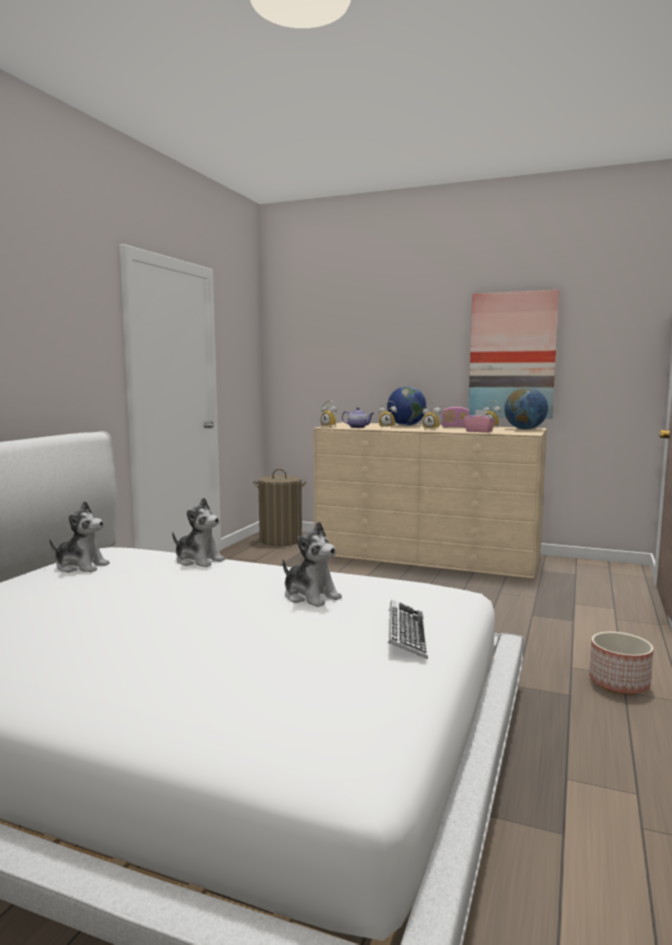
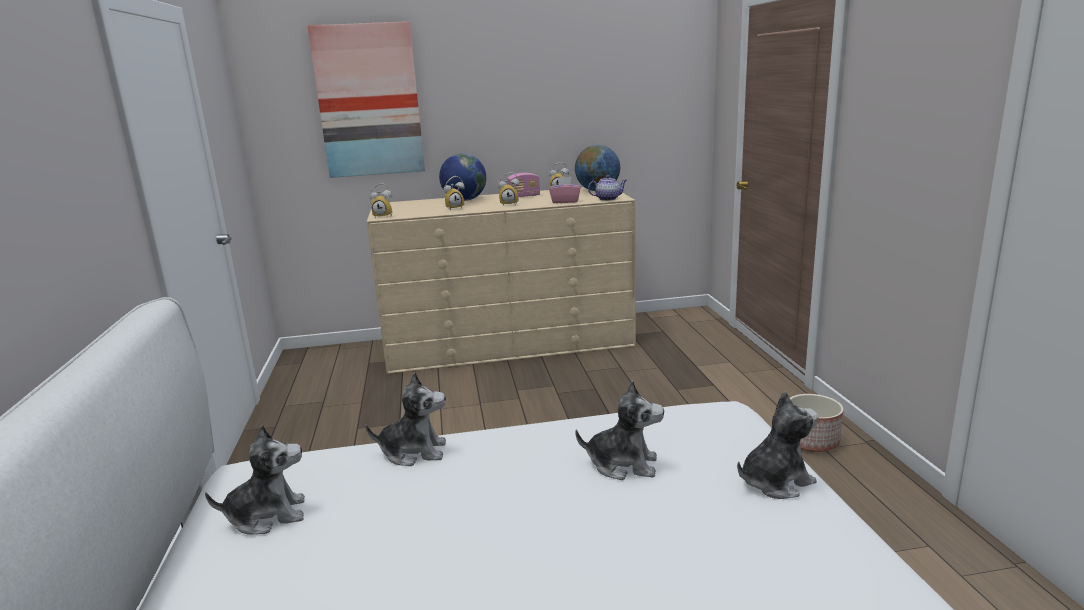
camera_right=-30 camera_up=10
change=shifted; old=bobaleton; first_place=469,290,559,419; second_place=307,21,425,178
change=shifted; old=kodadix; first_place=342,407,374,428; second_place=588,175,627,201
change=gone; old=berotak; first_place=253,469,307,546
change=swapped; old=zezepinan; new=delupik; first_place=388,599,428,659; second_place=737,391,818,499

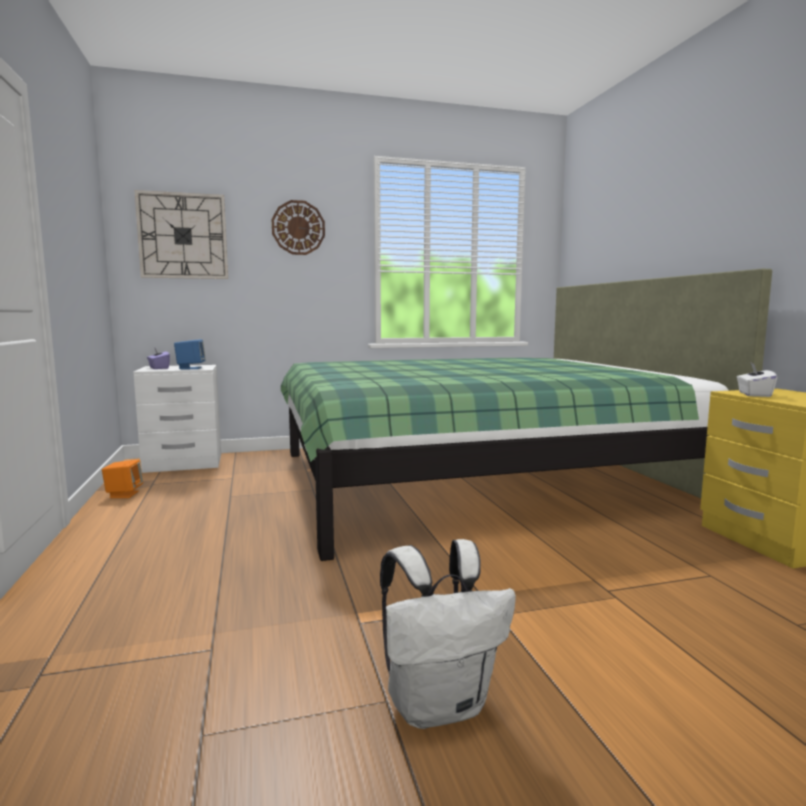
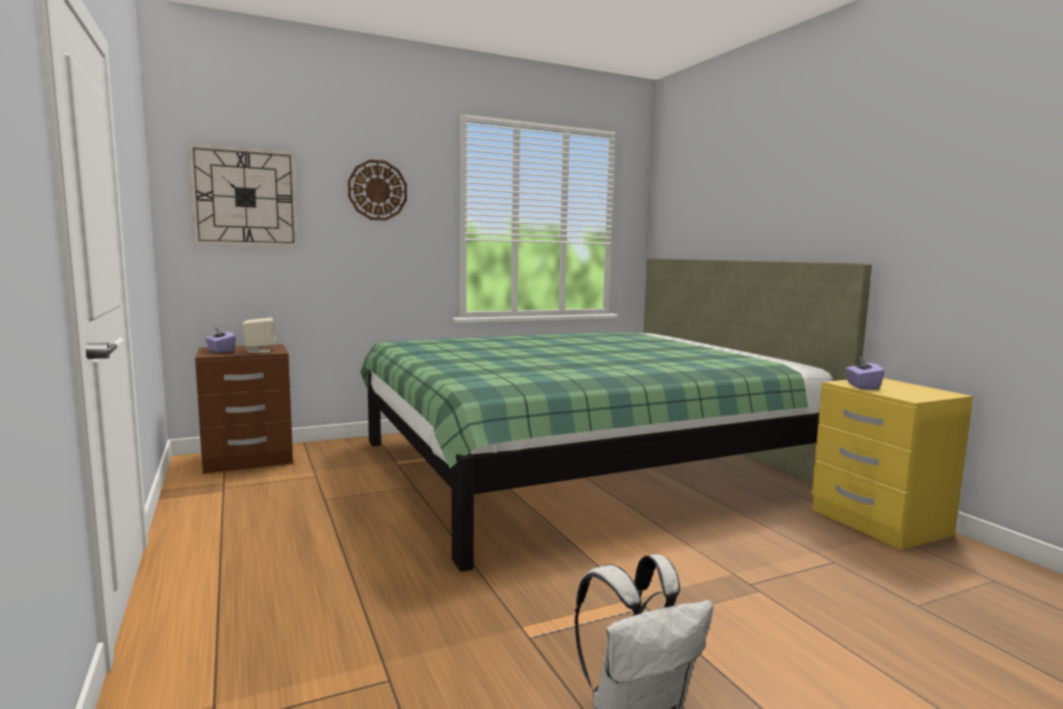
camera_right=-10 camera_up=0
change=repainted; old=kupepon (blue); new=kupepon (beige); first_place=174,339,206,369; second_place=242,318,276,353
change=repainted; old=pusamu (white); new=pusamu (purple); first_place=737,363,777,397; second_place=845,356,885,390
change=repainted; old=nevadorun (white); new=nevadorun (brown); first_place=133,365,221,473; second_place=195,344,293,474
change=gone; old=kupepon (orange); first_place=102,460,143,498

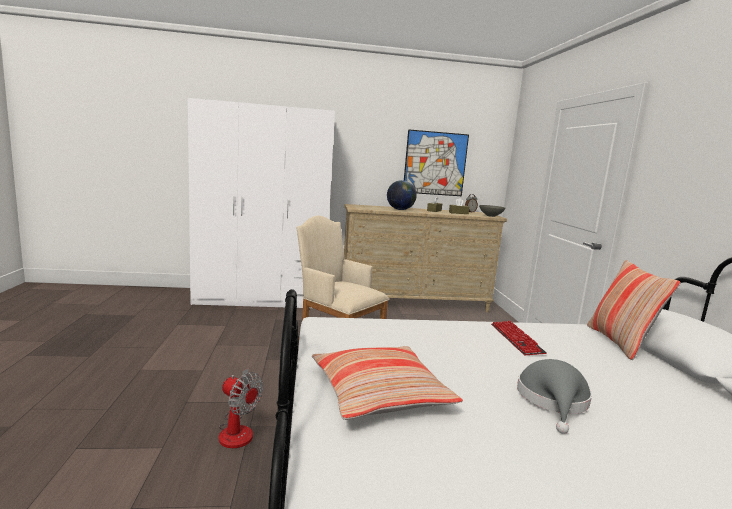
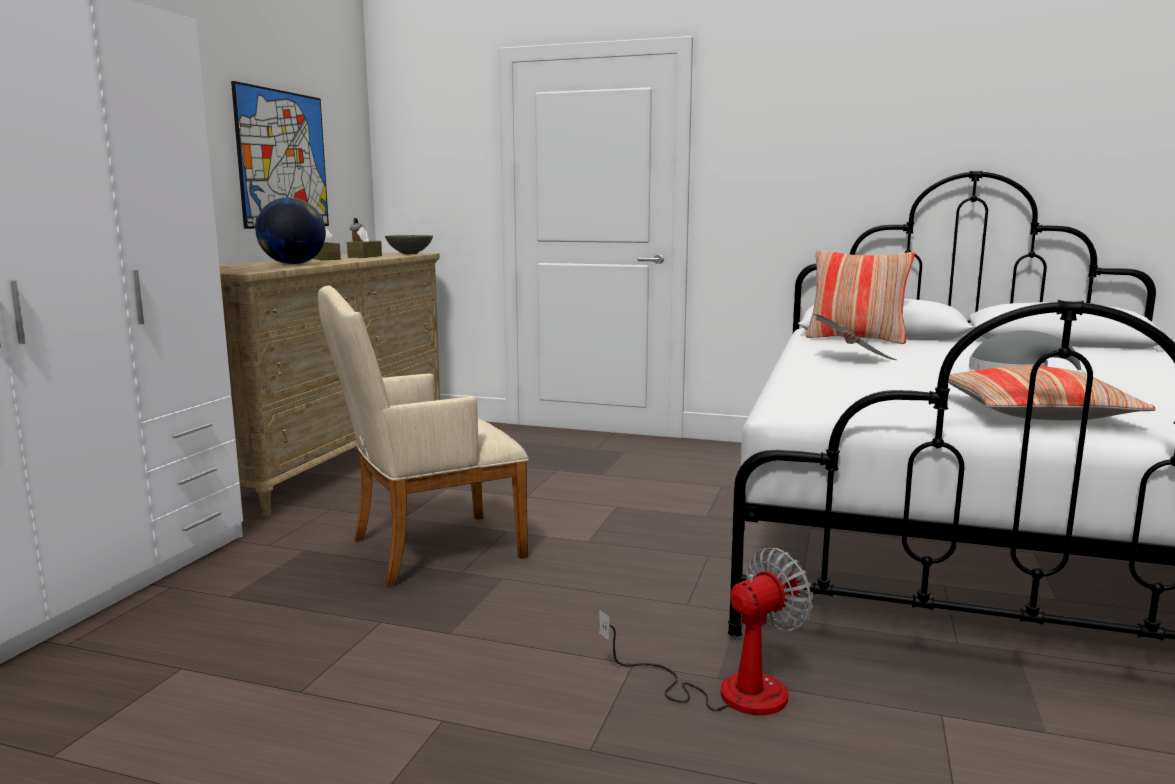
camera_right=-65 camera_up=0
change=swapped; old=zezepinan; new=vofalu; first_place=491,321,547,355; second_place=813,314,897,360

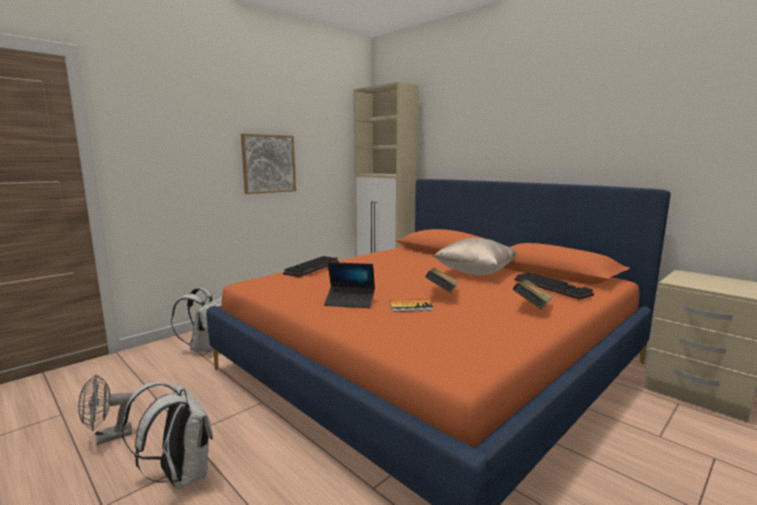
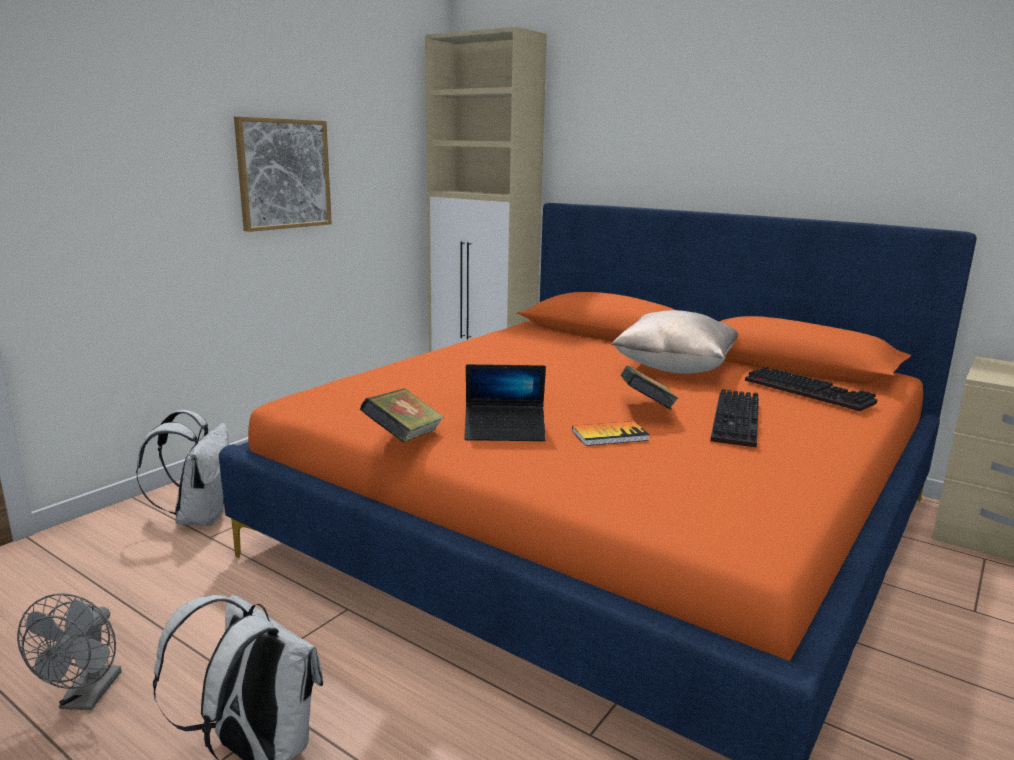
camera_right=-10 camera_up=5
change=shifted; old=zezepinan; first_place=283,256,339,277; second_place=710,389,759,448
change=shifted; old=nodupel; first_place=513,280,552,309; second_place=360,388,444,443
change=rotated; old=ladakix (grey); first_place=78,374,136,445; second_place=17,593,122,710; degrees=-45

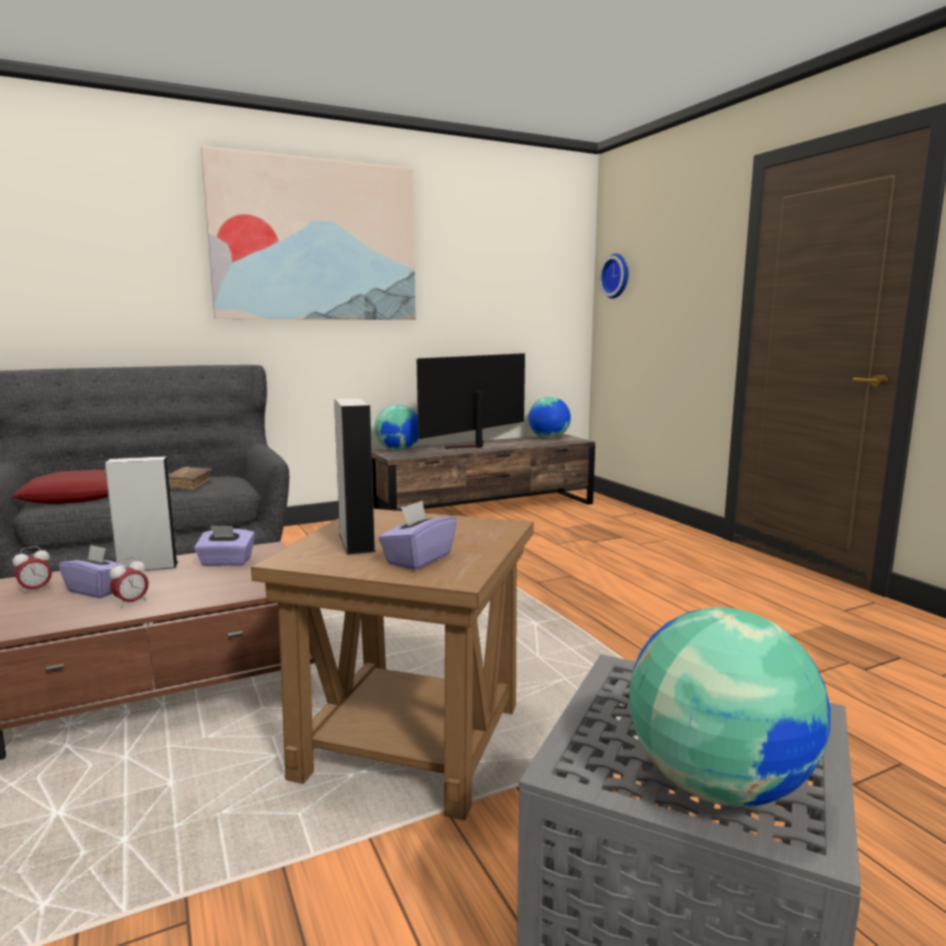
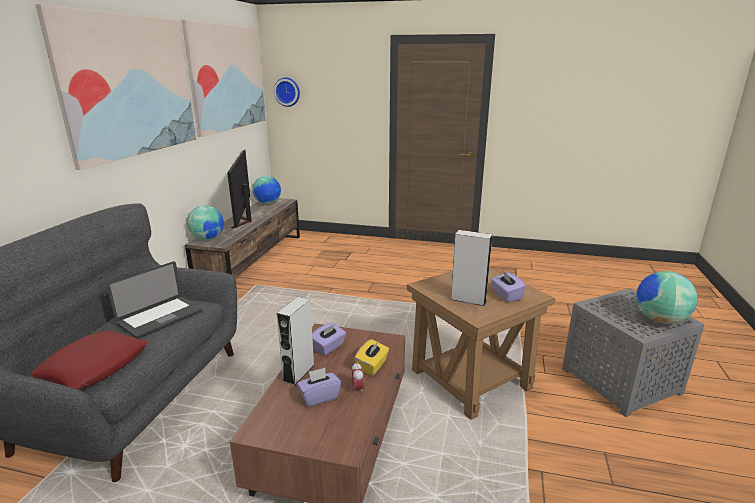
camera_right=-50 camera_up=10
change=swapped; old=nodupel (brown); new=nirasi; first_place=169,467,212,491; second_place=107,261,203,339
change=gone; old=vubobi; first_place=12,546,52,595
change=new; new=bobaleton; second_place=182,20,266,137
change=new; new=pusamu (yellow); second_place=354,339,389,376

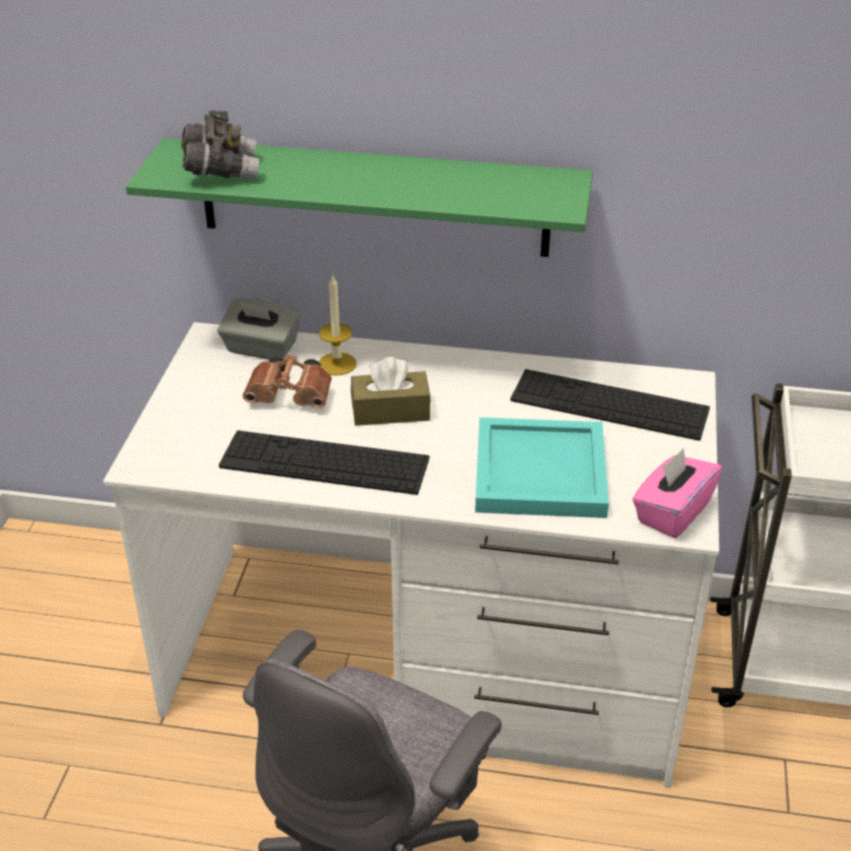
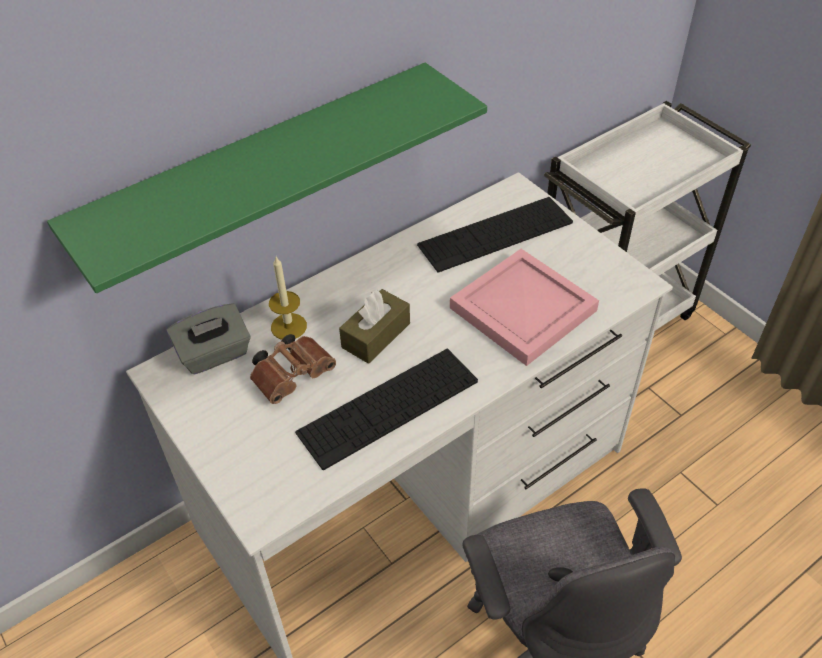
camera_right=-45 camera_up=10
change=gone; old=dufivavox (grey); first_place=181,110,259,180
change=repainted; old=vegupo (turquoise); new=vegupo (pink); first_place=475,417,609,518; second_place=450,249,599,366
change=gone; old=pusamu (pink); first_place=633,448,722,538

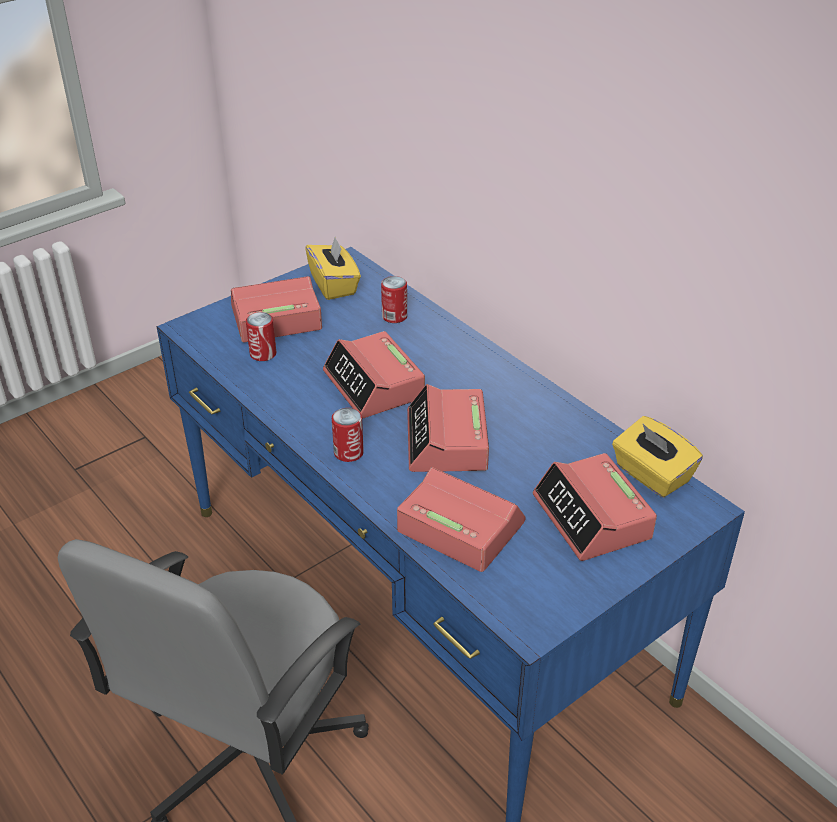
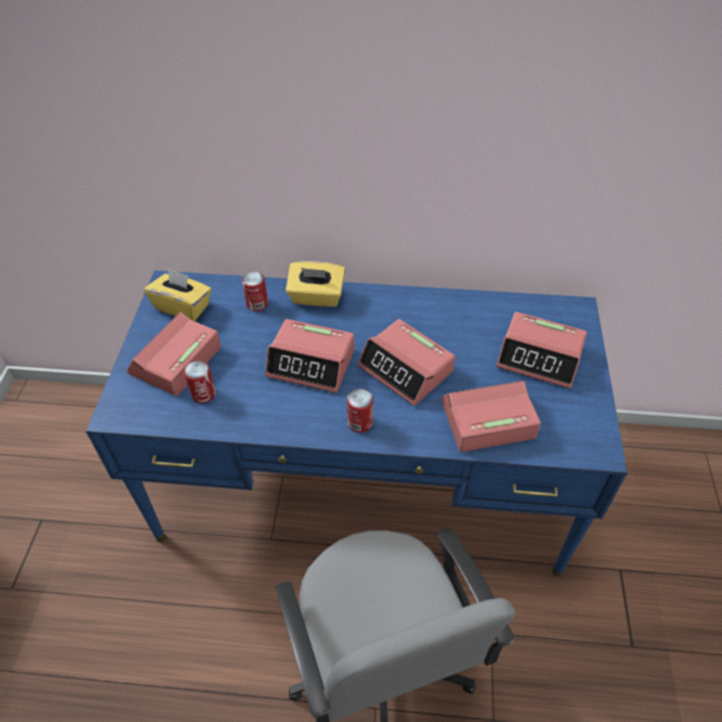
camera_right=-45 camera_up=10
change=shifted; old=pusamu (yellow); first_place=612,416,703,497; second_place=286,261,345,307

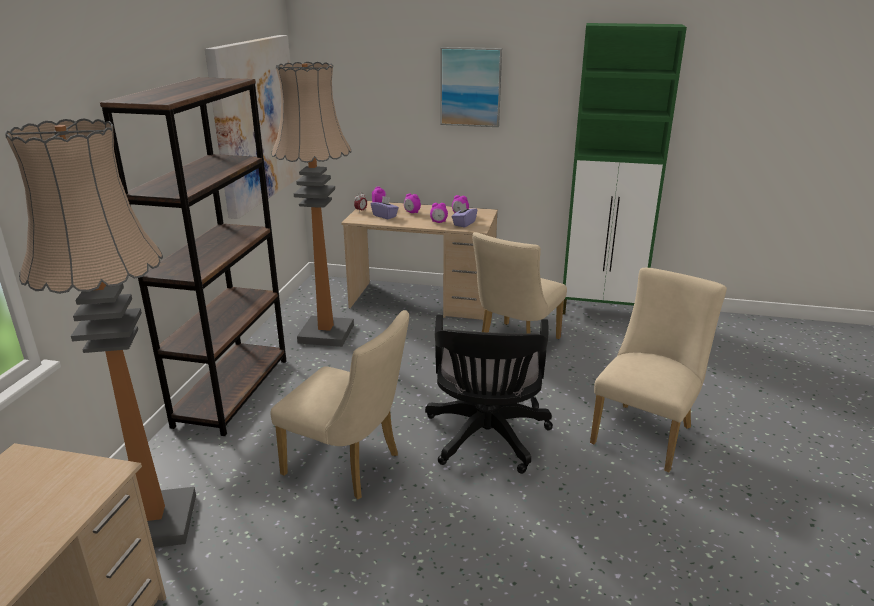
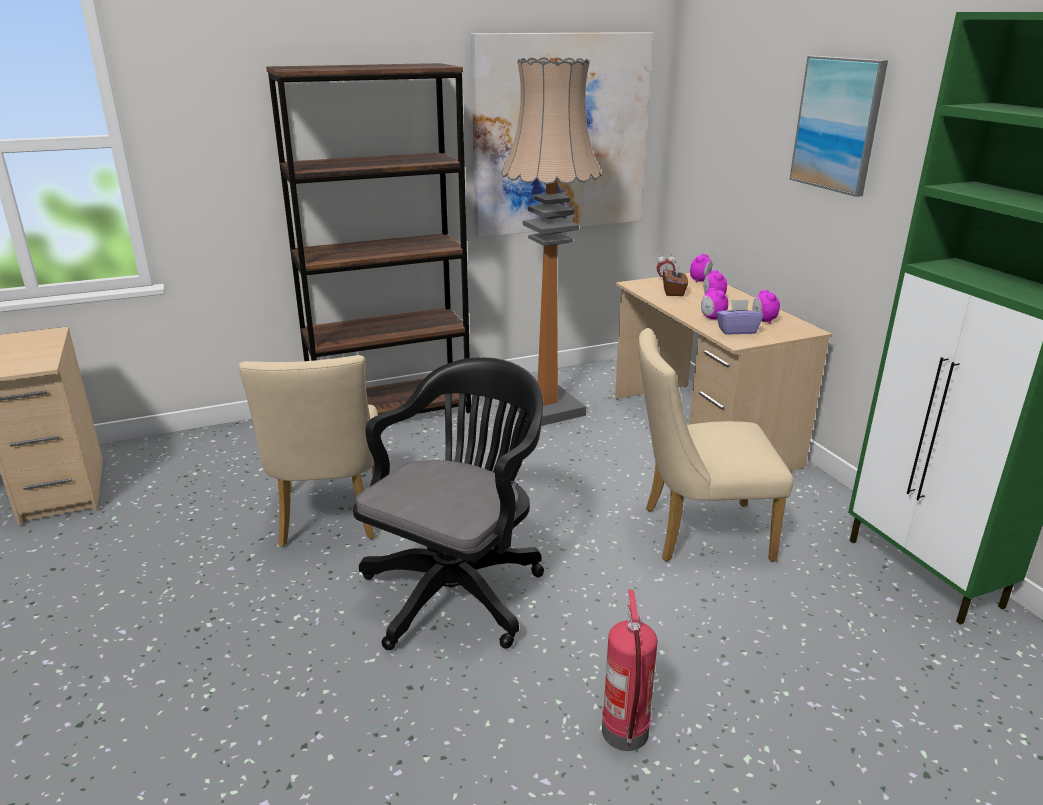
camera_right=55 camera_up=0
change=gone; old=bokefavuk; first_place=5,118,196,548
change=repainted; old=pusamu (purple); new=pusamu (brown); first_place=371,196,399,219; second_place=663,265,688,296
change=swapped; old=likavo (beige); new=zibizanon; first_place=590,268,727,472; second_place=602,590,657,751
change=rotated; old=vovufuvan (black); first_place=425,315,553,474; second_place=353,357,544,650; degrees=150

